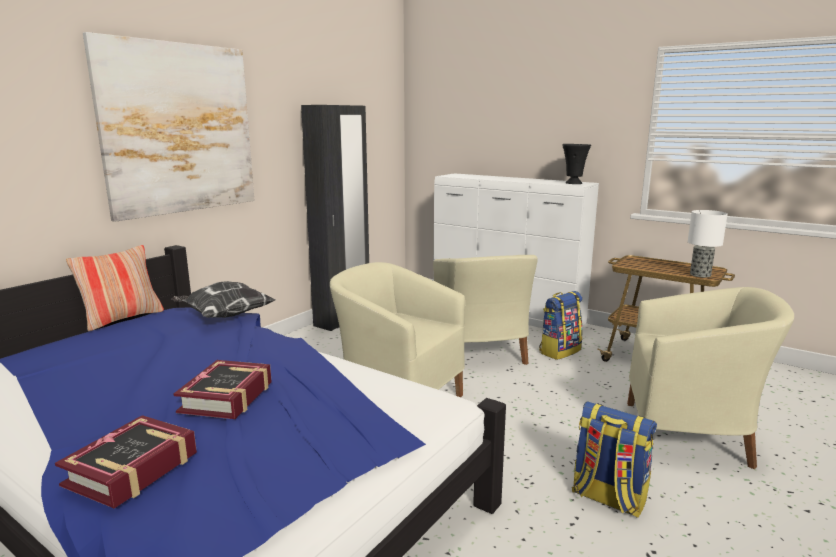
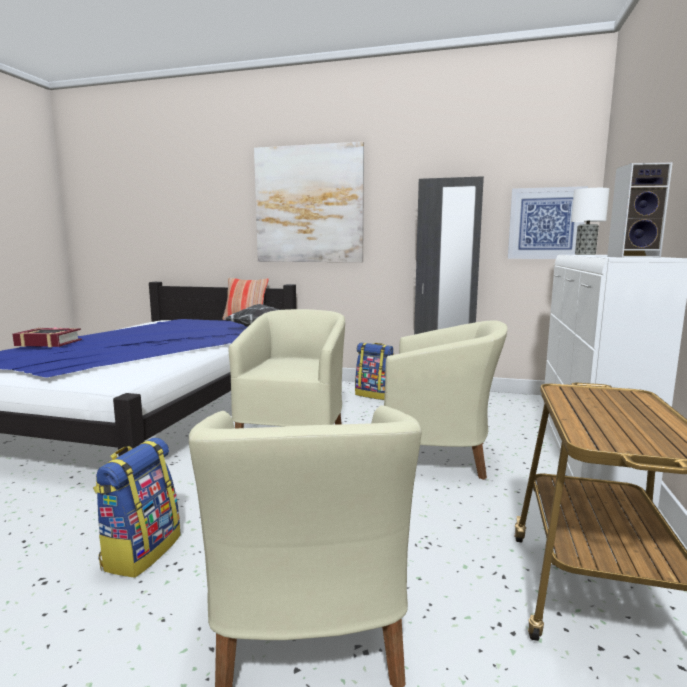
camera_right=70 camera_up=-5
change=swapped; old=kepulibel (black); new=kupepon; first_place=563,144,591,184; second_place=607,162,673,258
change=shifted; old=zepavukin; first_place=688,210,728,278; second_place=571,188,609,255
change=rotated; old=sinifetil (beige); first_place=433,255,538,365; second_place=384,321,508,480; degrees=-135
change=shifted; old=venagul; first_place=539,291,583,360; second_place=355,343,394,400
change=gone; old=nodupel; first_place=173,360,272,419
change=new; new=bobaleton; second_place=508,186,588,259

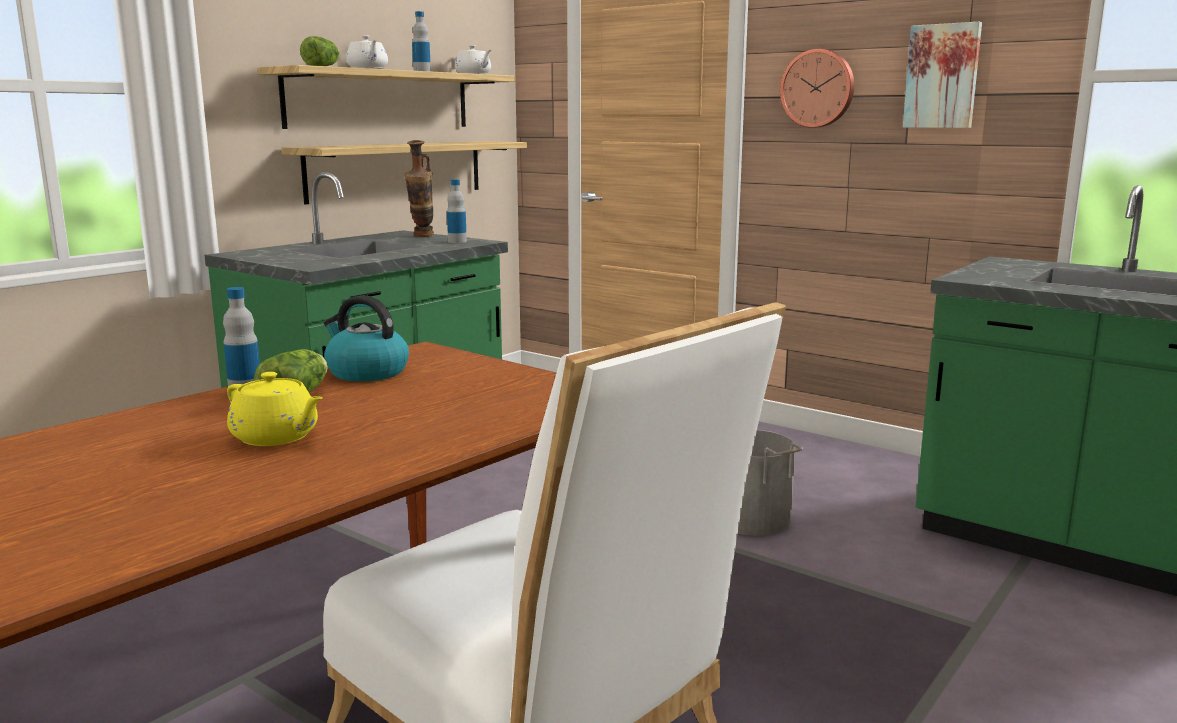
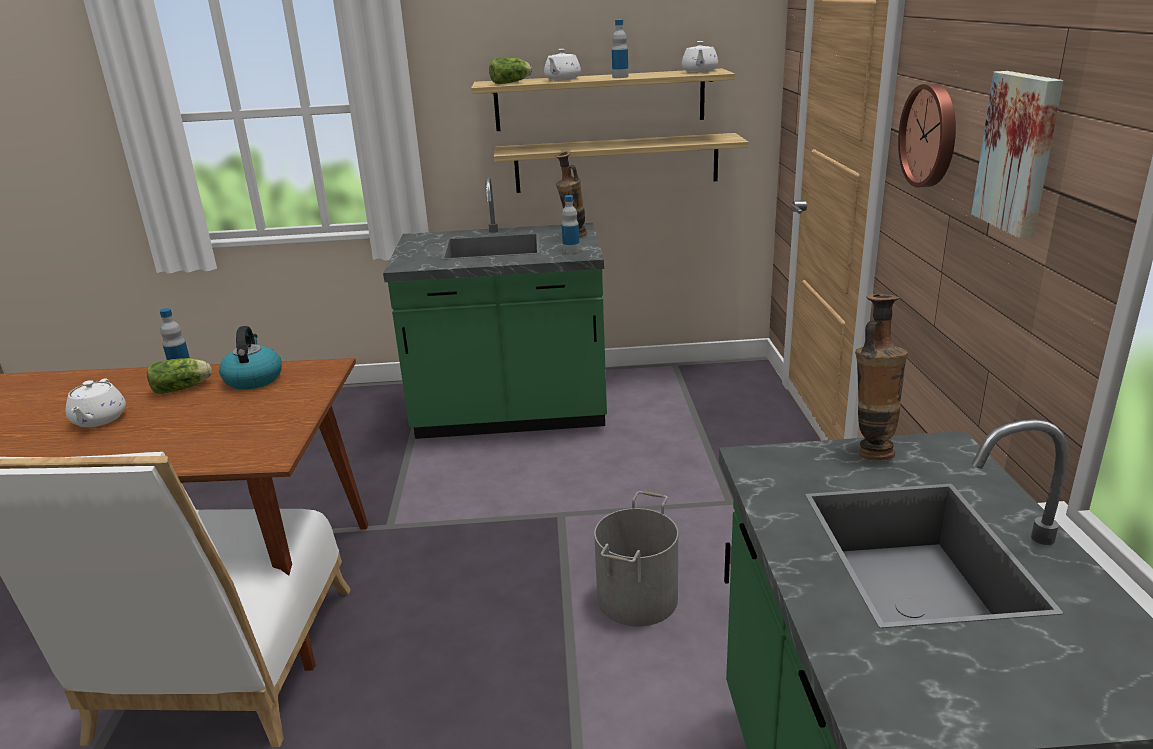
camera_right=50 camera_up=10
change=repainted; old=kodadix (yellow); new=kodadix (white); first_place=227,372,323,446; second_place=66,379,126,427
change=new; new=kepulibel; second_place=855,294,908,461

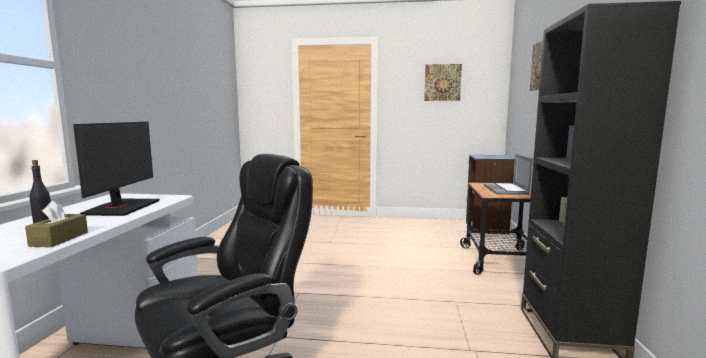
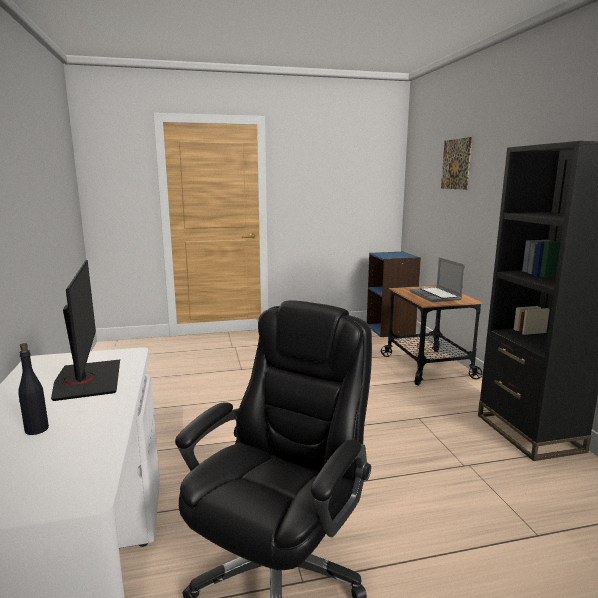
camera_right=-20 camera_up=5
change=gone; old=bobaleton; first_place=424,64,462,101
change=gone; old=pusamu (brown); first_place=25,201,88,247

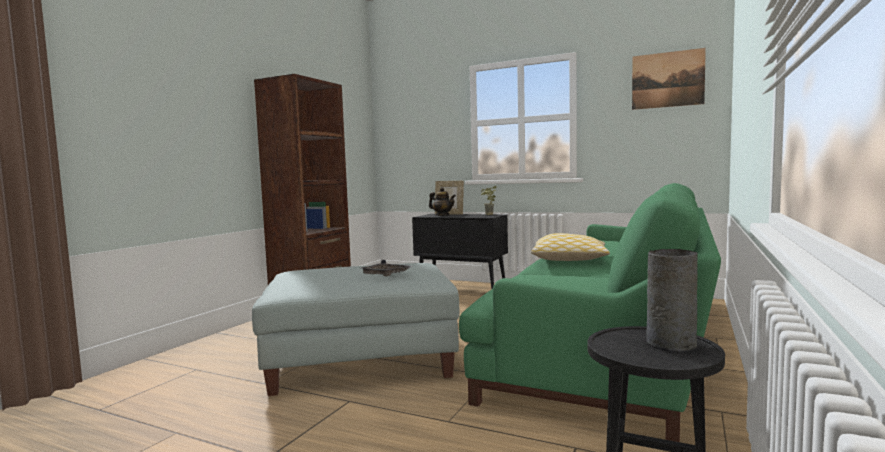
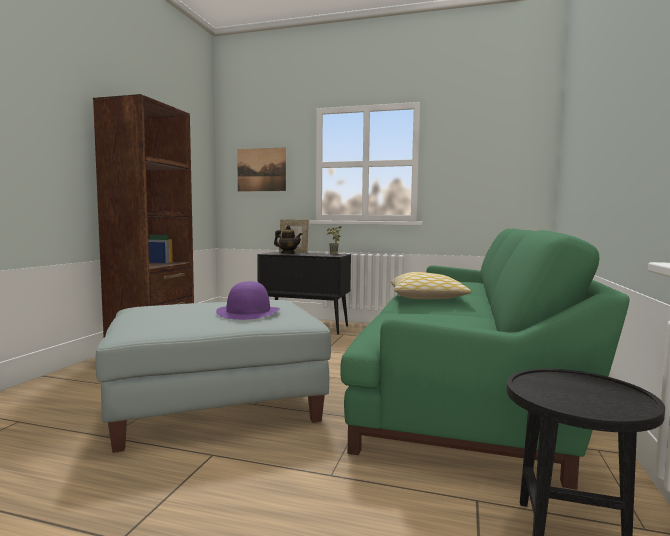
camera_right=-10 camera_up=0
change=shifted; old=bobaleton; first_place=632,48,706,110; second_place=237,147,286,192
change=gone; old=kepulibel (grey); first_place=646,249,698,353
change=swapped; old=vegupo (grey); new=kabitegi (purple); first_place=361,260,413,276; second_place=216,281,280,320

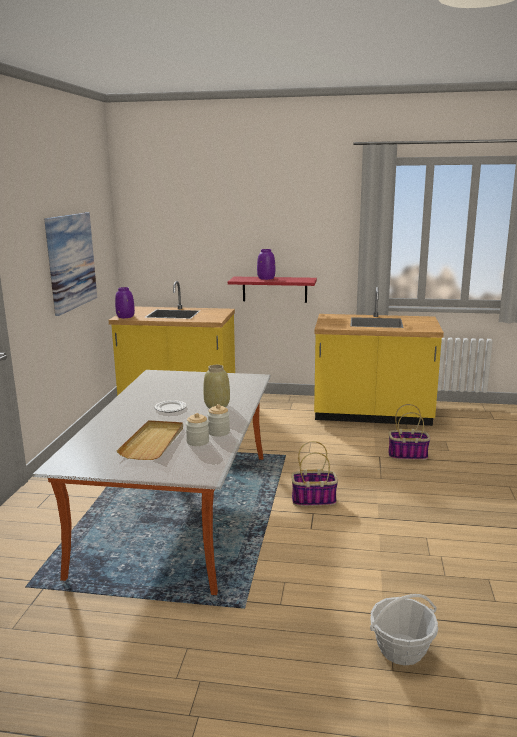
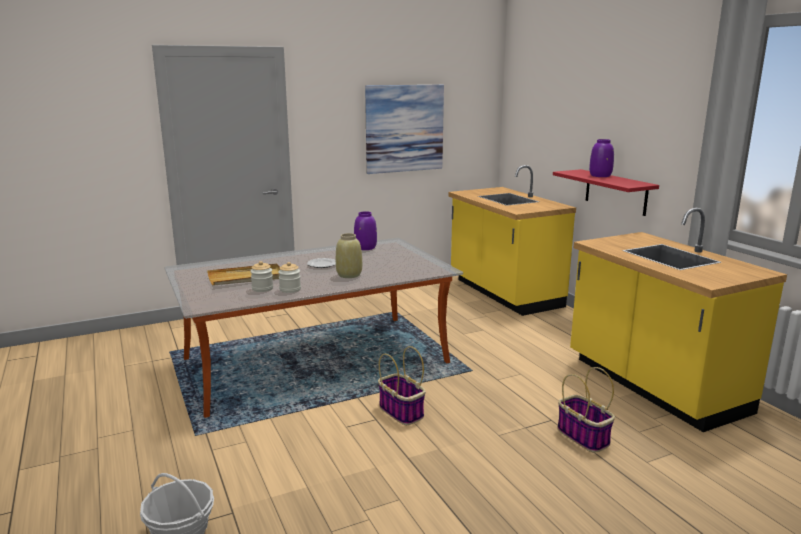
camera_right=55 camera_up=0
change=shifted; old=kepulibel (purple); first_place=115,287,135,318; second_place=354,211,377,250

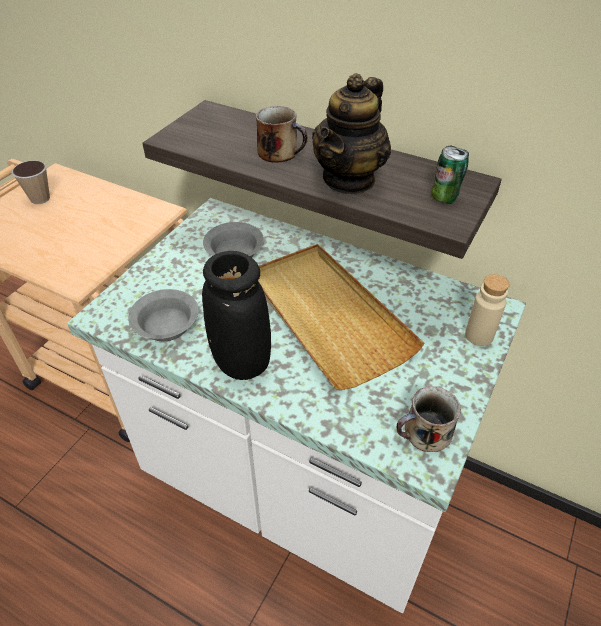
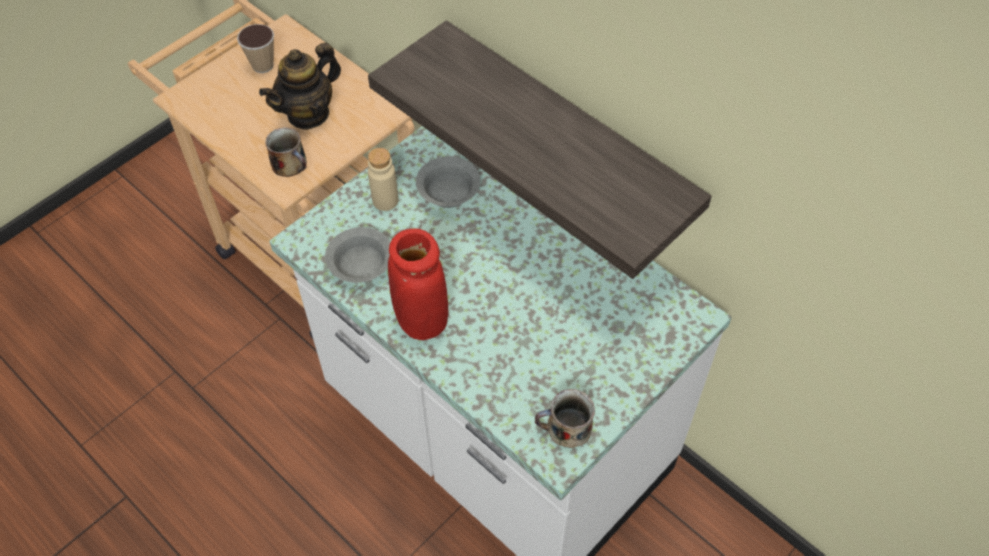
camera_right=15 camera_up=10
change=shifted; old=kodadix; first_place=312,73,391,195; second_place=259,42,341,130
change=shifted; old=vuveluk; first_place=256,106,308,162; second_place=265,127,307,177
change=gone; old=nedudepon; first_place=431,146,469,204
change=gone; old=vegupo (beige); first_place=258,244,424,390
change=repainted; old=kepulibel (black); new=kepulibel (red); first_place=202,251,271,380; second_place=388,229,448,340
change=shifted; old=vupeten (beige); first_place=465,274,510,346; second_place=368,148,399,211

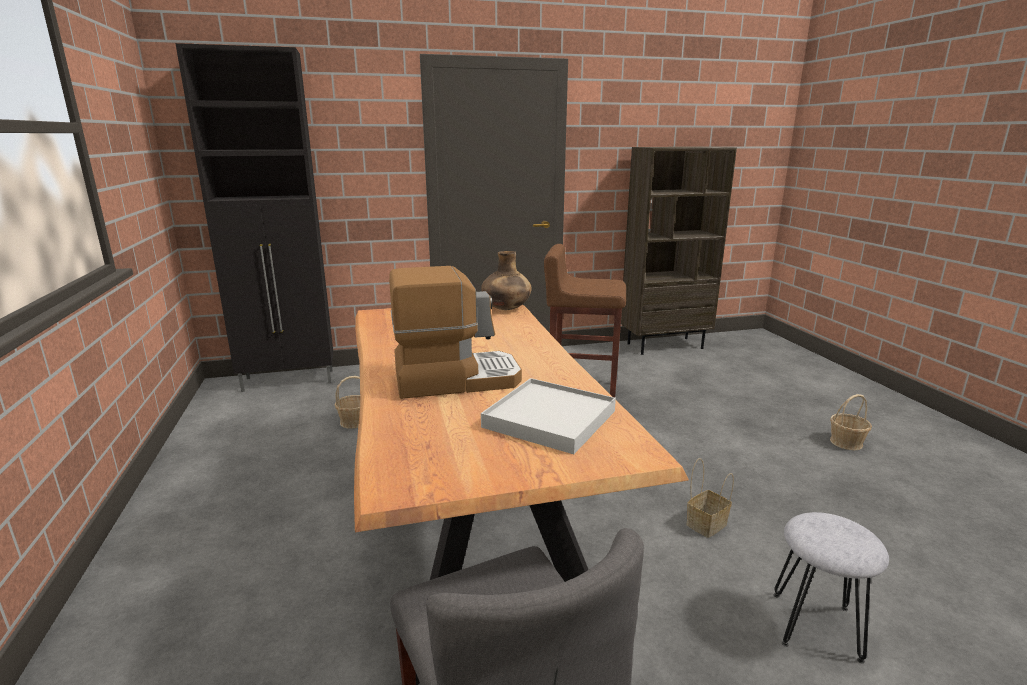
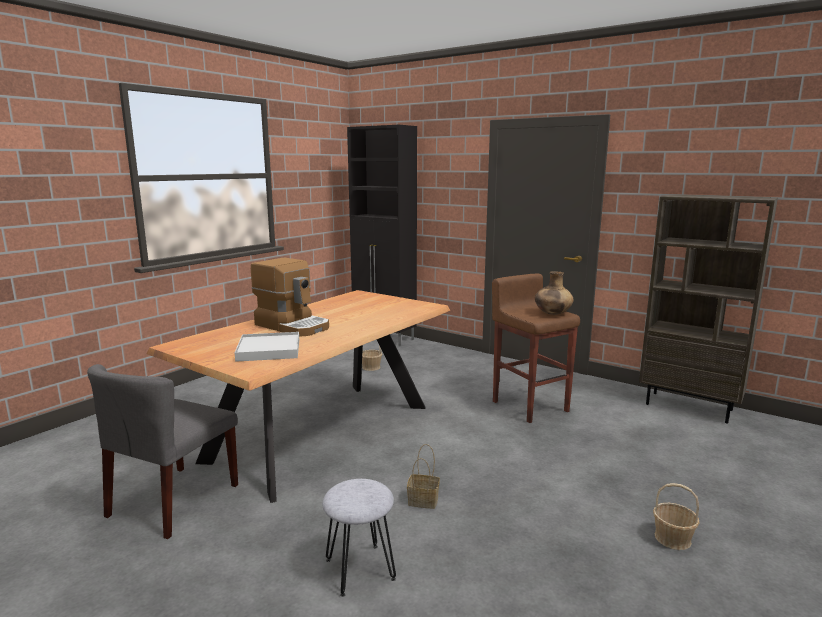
camera_right=50 camera_up=-5
change=shifted; old=kepulibel (brown); first_place=481,251,532,310; second_place=535,271,574,315

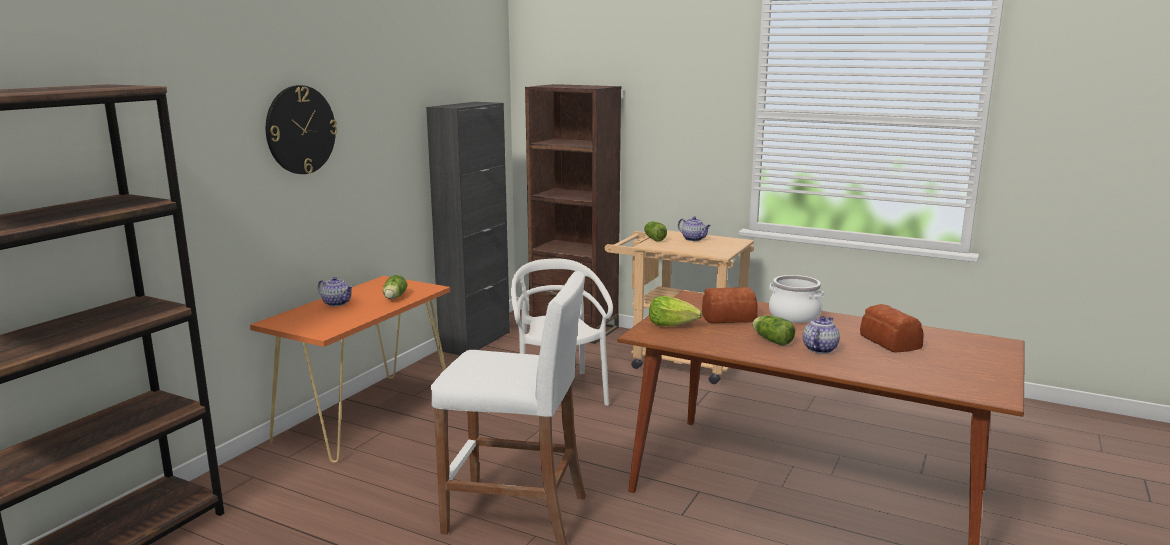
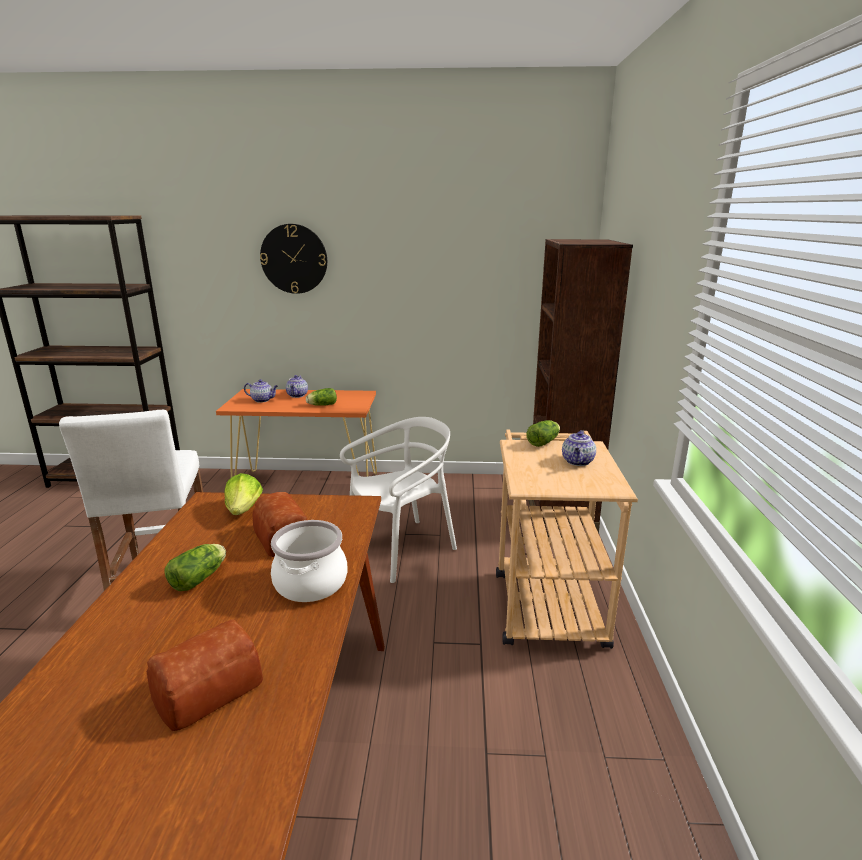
camera_right=65 camera_up=5
change=gone; old=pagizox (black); first_place=426,102,510,355
change=shifted; old=kodadix; first_place=803,316,840,354; second_place=244,379,278,403

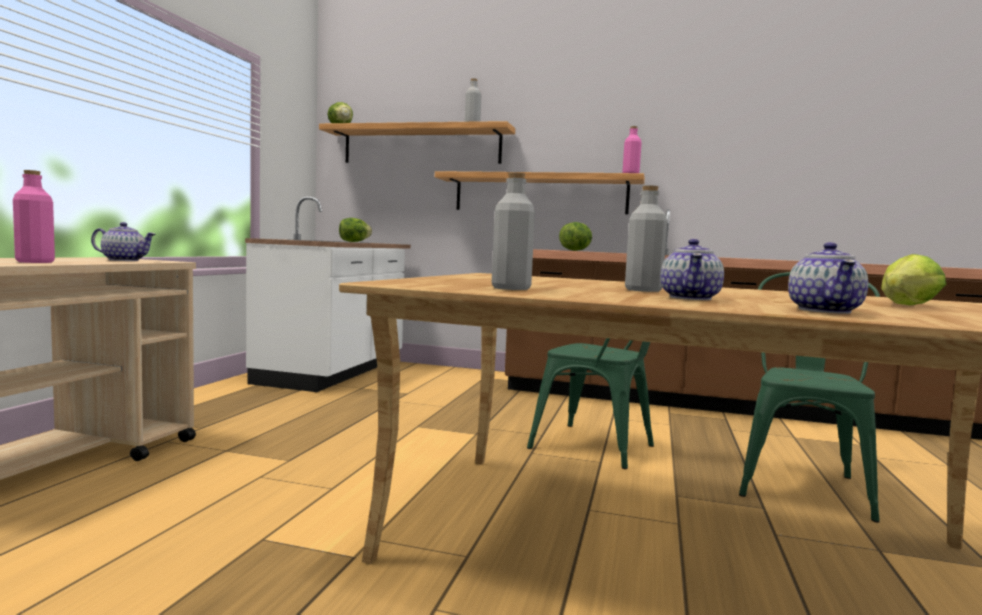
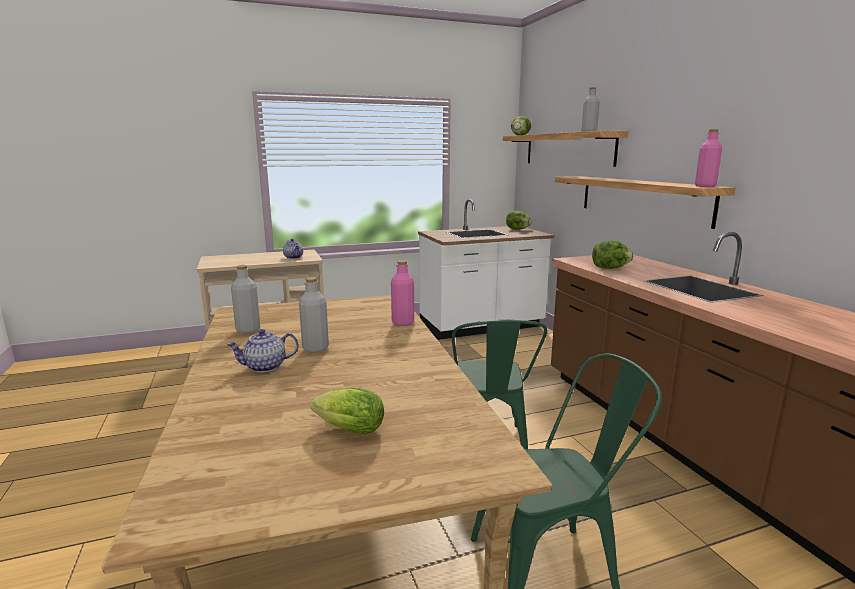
camera_right=55 camera_up=10
change=shifted; old=vupeten (pink); first_place=13,170,55,263; second_place=391,260,414,326
change=gone; old=kodadix; first_place=788,242,868,314

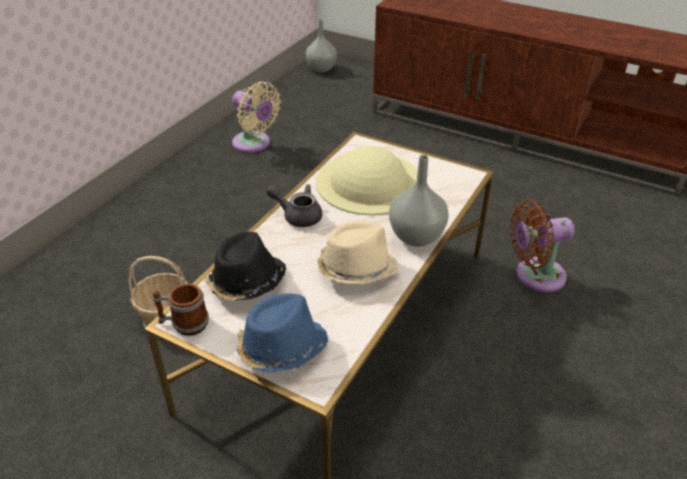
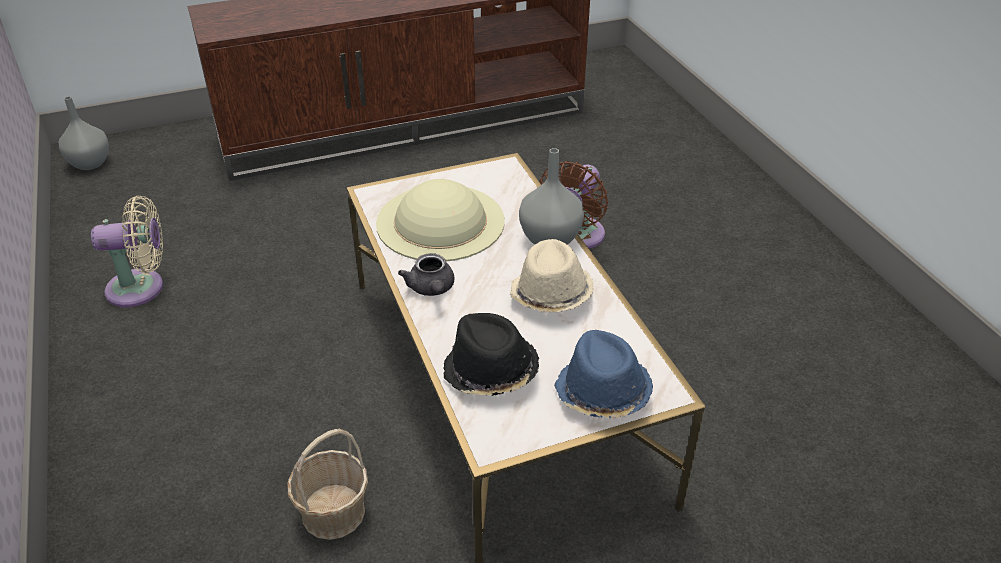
camera_right=-50 camera_up=0
change=rotated; old=kodadix (grey); first_place=266,184,322,227; second_place=398,253,455,296; degrees=-75
change=gone; old=vuveluk; first_place=153,283,209,336

